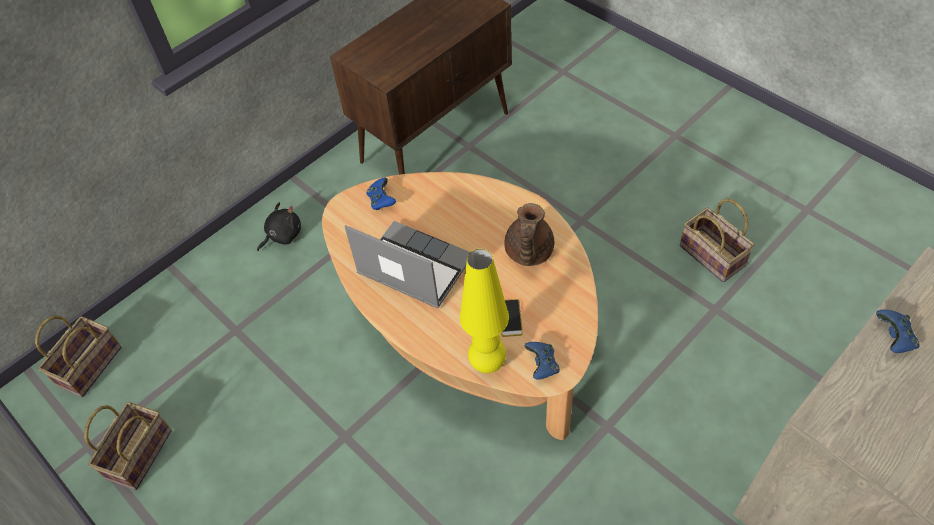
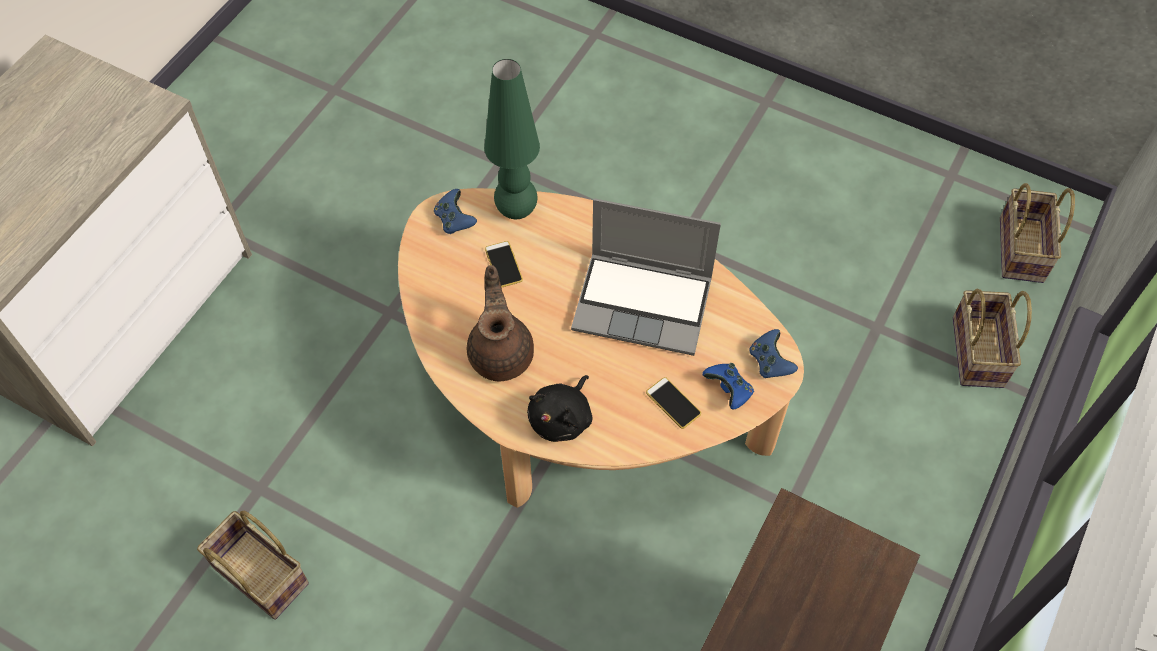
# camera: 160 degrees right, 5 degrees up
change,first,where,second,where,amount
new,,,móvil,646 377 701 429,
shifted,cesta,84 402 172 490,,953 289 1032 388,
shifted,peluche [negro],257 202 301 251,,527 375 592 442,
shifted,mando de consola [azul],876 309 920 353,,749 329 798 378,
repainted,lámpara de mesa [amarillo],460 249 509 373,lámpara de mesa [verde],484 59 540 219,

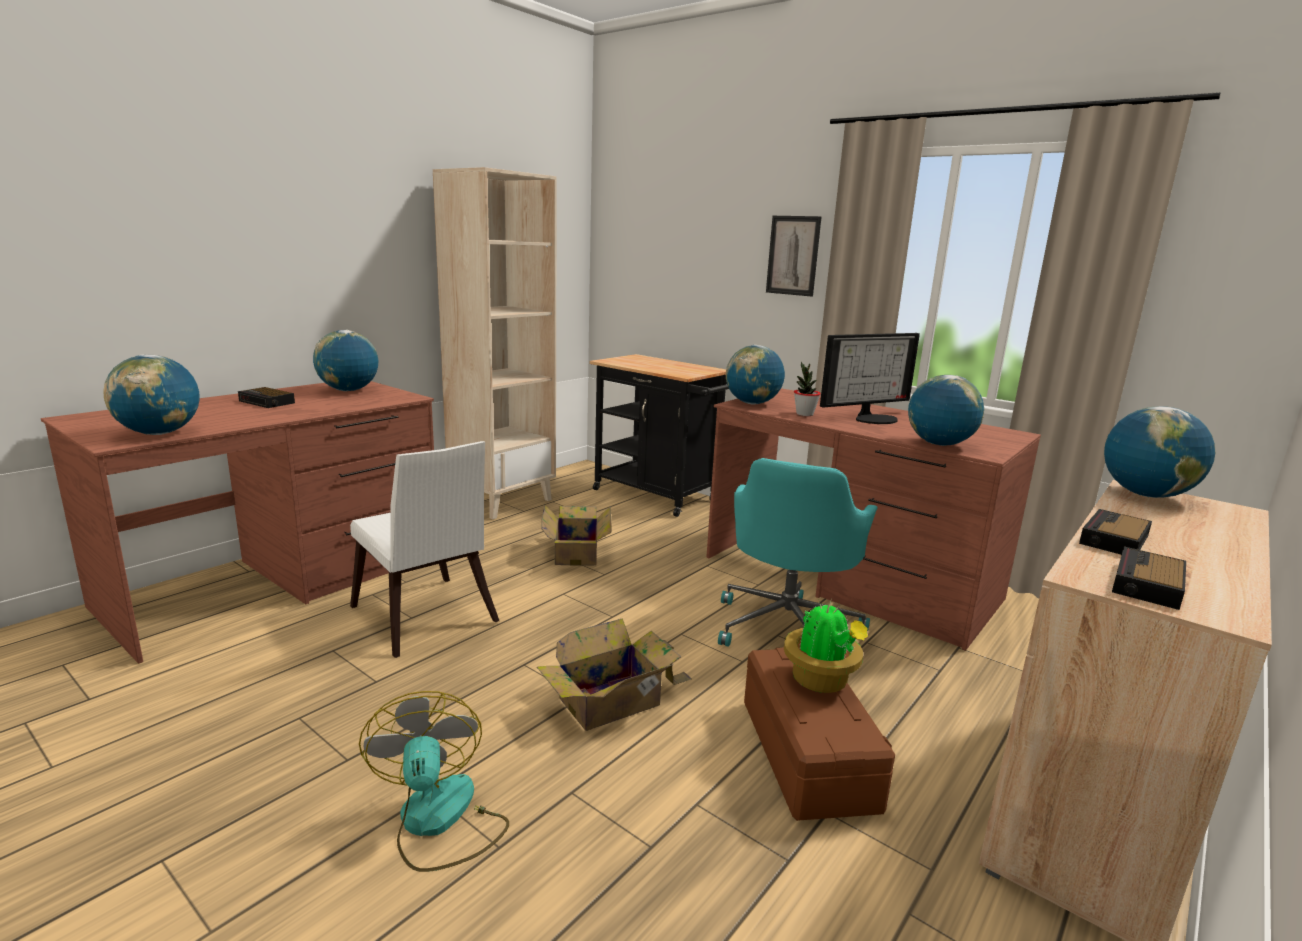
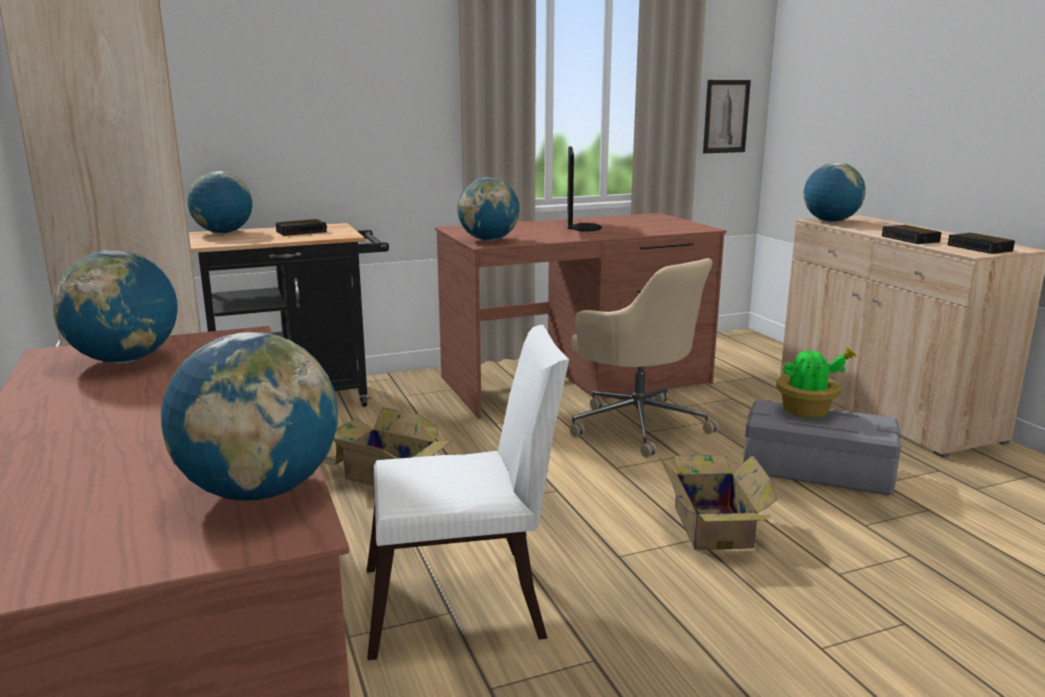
# camera: 60 degrees left, 0 degrees up
change,first,where,second,where,amount
gone,ventilador,359 691 509 872,,,
gone,planta en maceta,794 362 821 416,,,
shifted,despertador,238 387 295 408,,276 219 327 236,
shifted,cuadro,766 216 822 297,,703 80 751 153,
shifted,globo terráqueo,908 375 984 446,,187 171 253 234,
repainted,silla de oficina [turquesa],718 458 877 647,silla de oficina [beis],570 258 718 457,
repainted,caja de almacenaje [marrón],744 648 895 821,caja de almacenaje [gris],743 400 901 495,

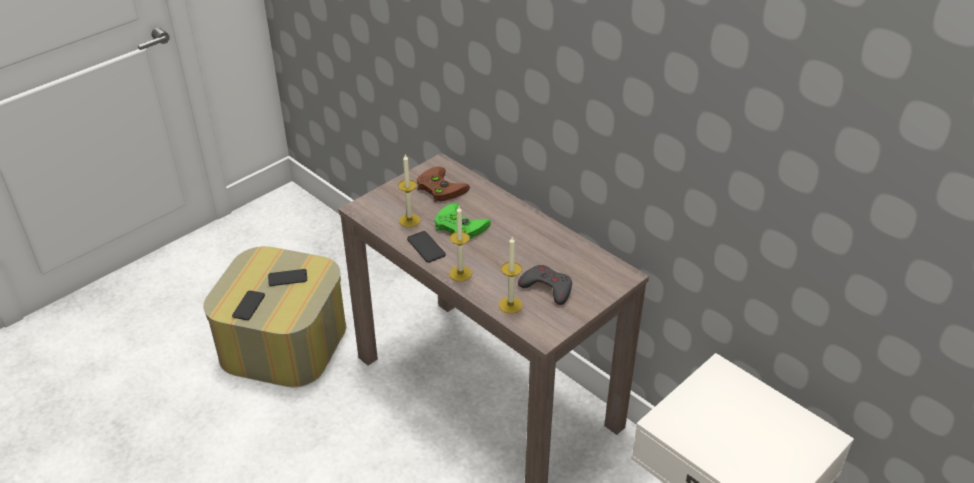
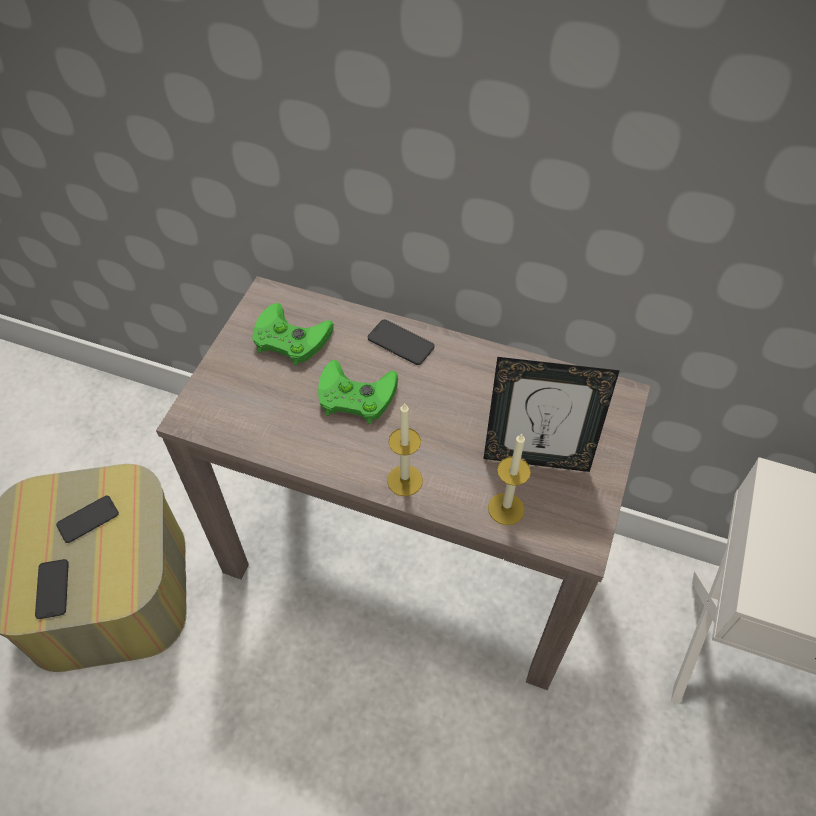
# camera: 25 degrees left, 15 degrees up
change,first,where,second,where,amount
gone,vela,398 154 420 227,,,
shifted,móvil,407 231 446 263,,368 319 434 365,
swapped,mando de consola [gris],518 265 572 305,portarretratos,483 357 620 472,
repainted,mando de consola [marrón],416 167 470 202,mando de consola [verde],252 303 333 366,

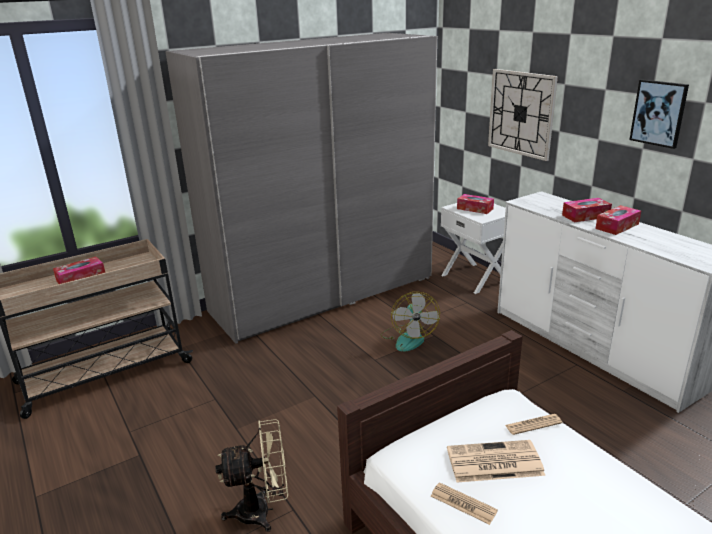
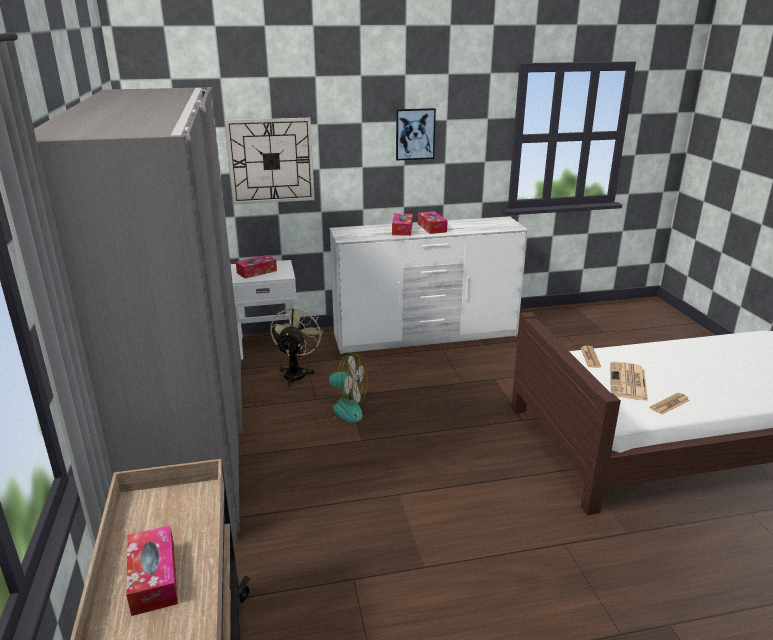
# camera: 70 degrees left, 0 degrees up
change,first,where,second,where,amount
shifted,ventilador [beis],215 419 288 532,,270 305 323 387,

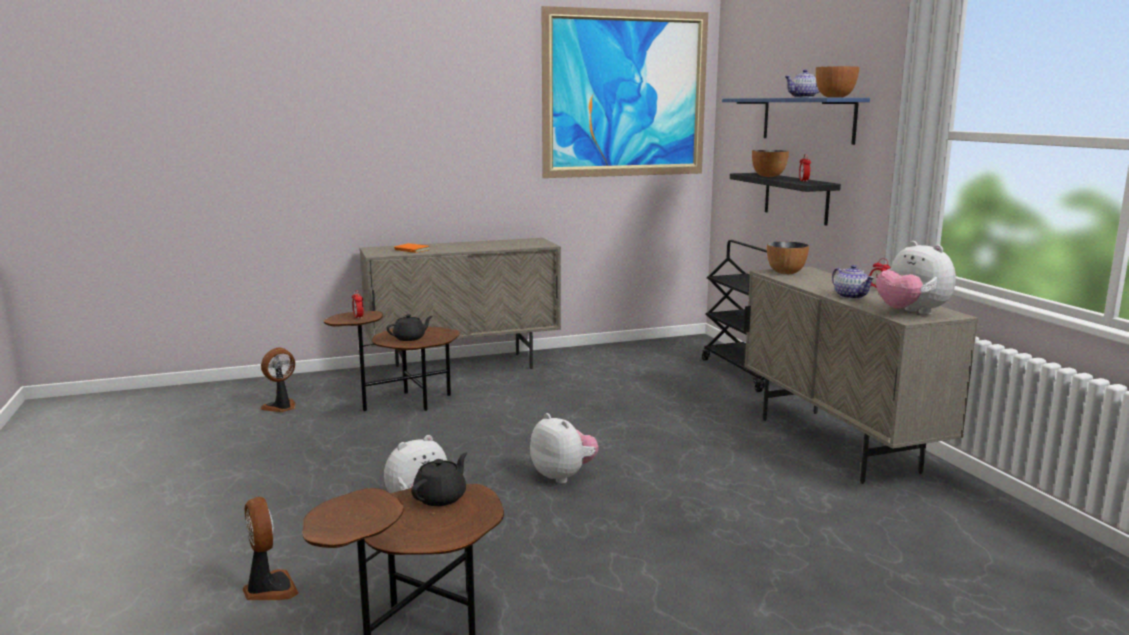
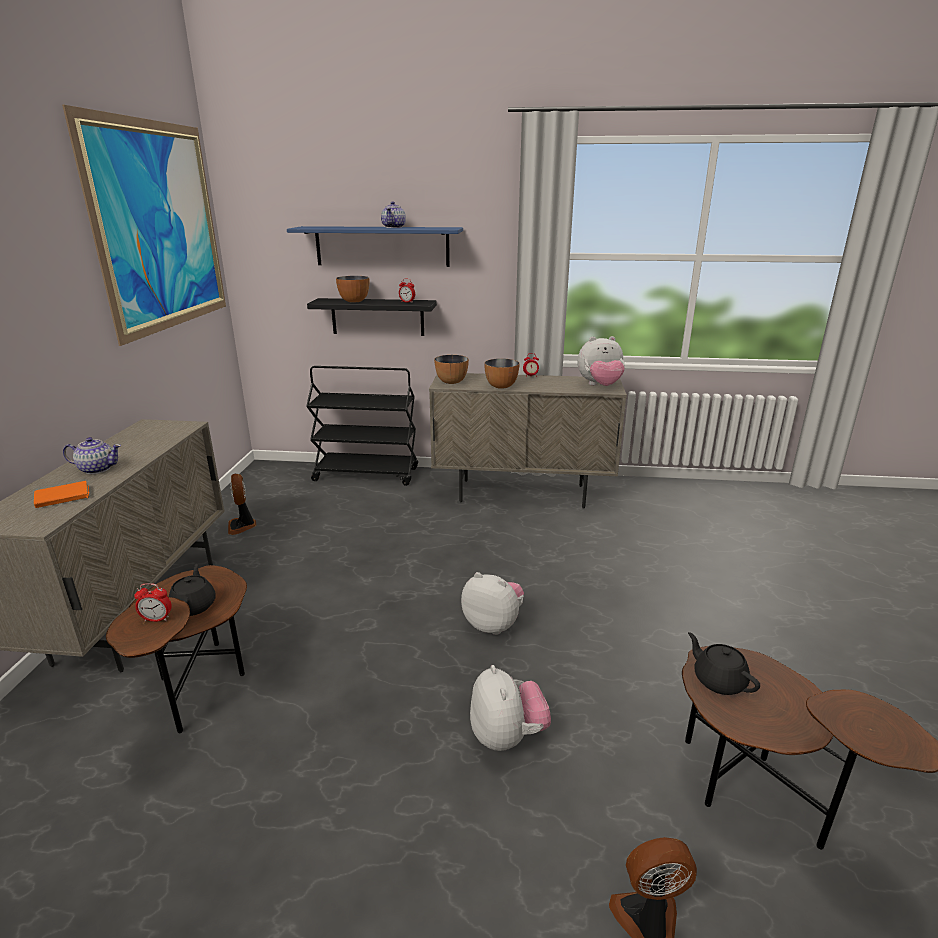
# camera: 65 degrees left, 10 degrees up
change,first,where,second,where,amount
shifted,ventilador,260 348 295 412,,228 474 256 535,
shifted,cuenco,816 66 859 97,,484 359 519 389,
shifted,tetera,832 265 875 299,,63 437 121 474,
rotated,peluche,530 413 599 484,,461 572 524 635,45 degrees clockwise

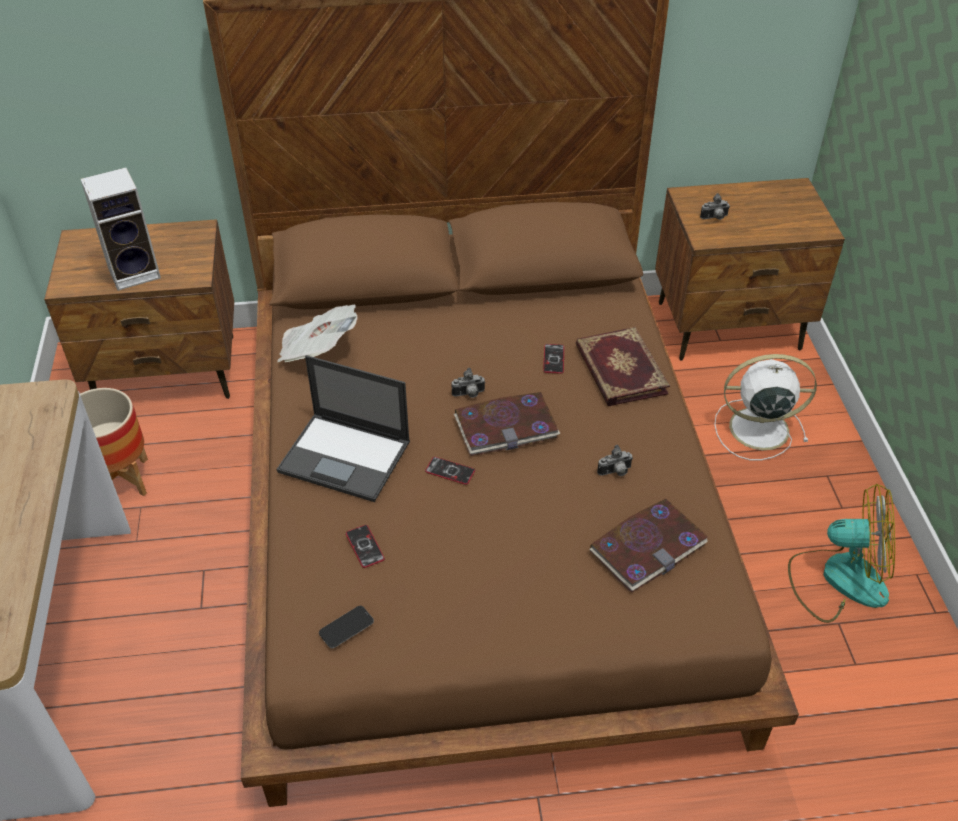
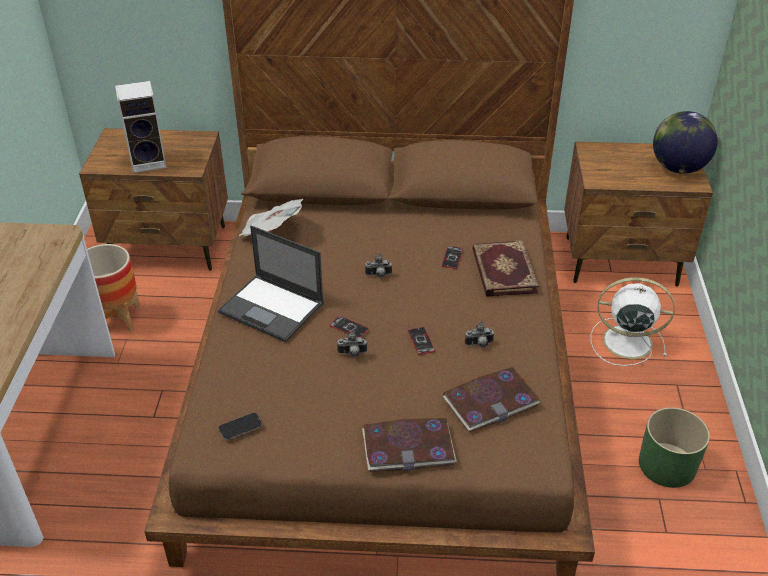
# camera: 10 degrees right, 5 degrees down
change,first,where,second,where,amount
new,,,globo terráqueo,653 111 718 174,
shifted,móvil,346 525 385 568,,408 327 435 355,
shifted,libro,454 392 561 456,,362 418 457 472,
shifted,cámara,700 193 730 220,,337 330 367 357,
swapped,ventilador,788 484 895 623,maceta [verde],639 407 710 488,

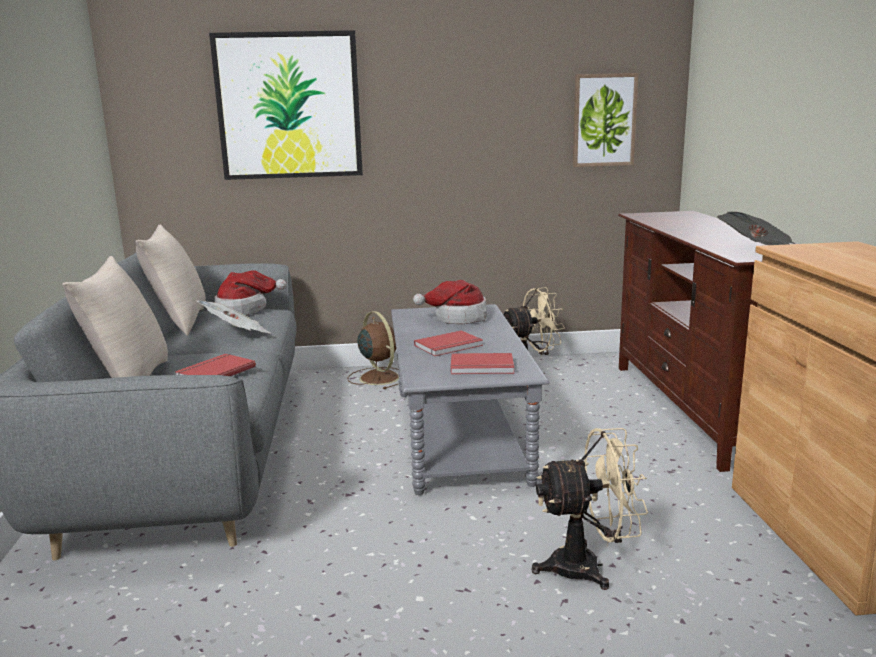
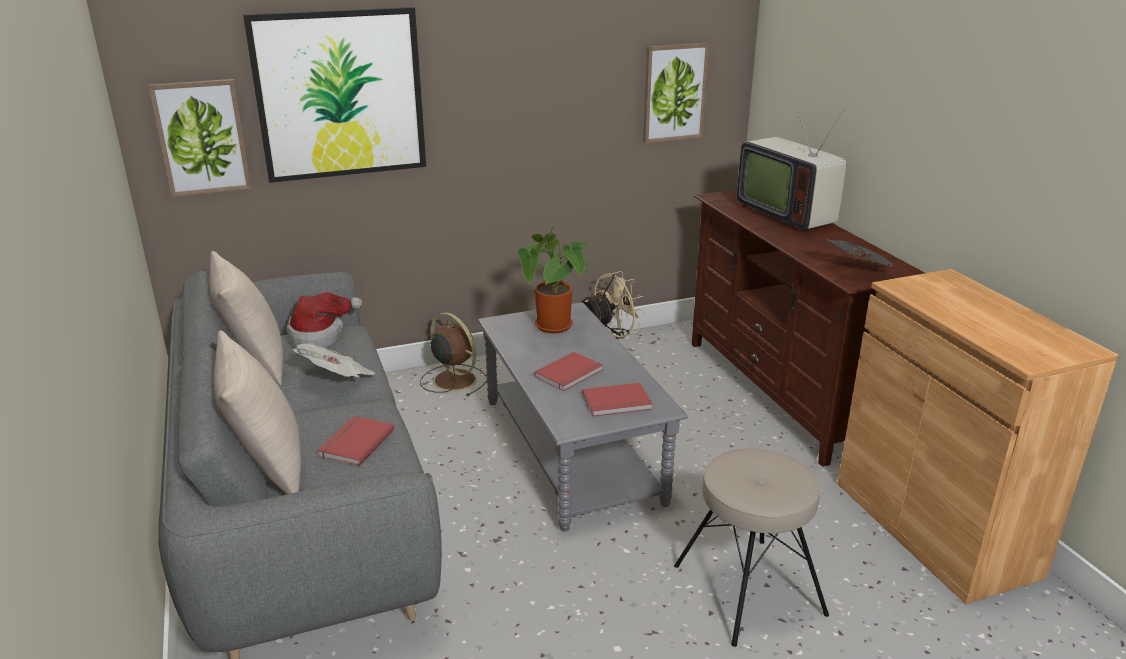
# camera: 15 degrees left, 10 degrees up
change,first,where,second,where,amount
new,,,cuadro,149 79 252 197,
new,,,televisor,737 100 847 233,
swapped,sombrero,413 280 487 324,planta en maceta,518 227 590 333,
swapped,ventilador [beis],532 428 648 590,taburete [beis],674 448 829 647,

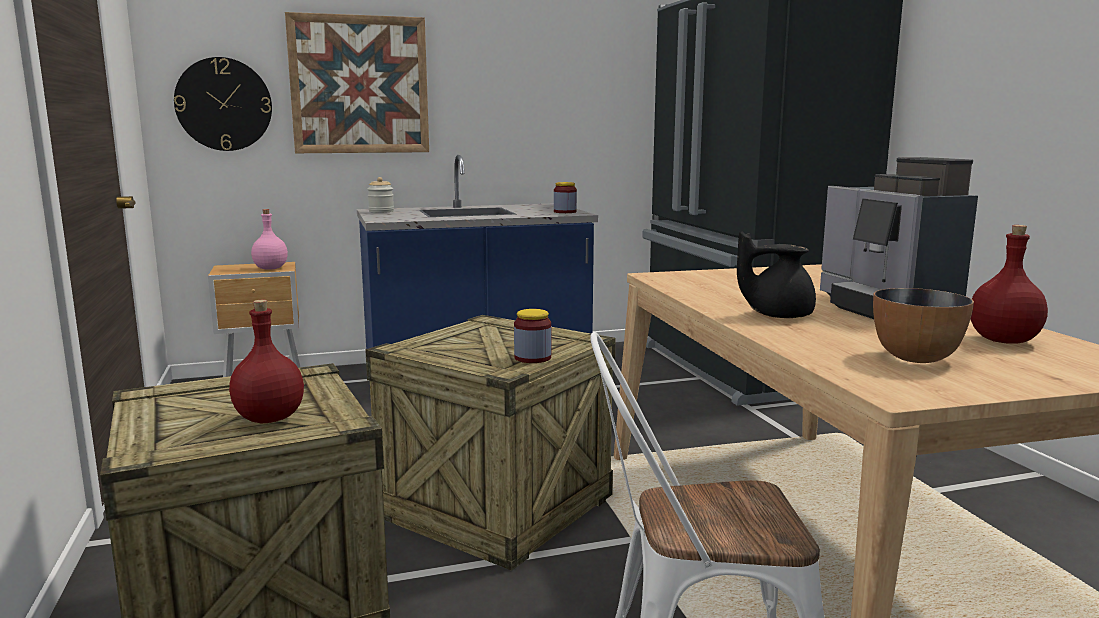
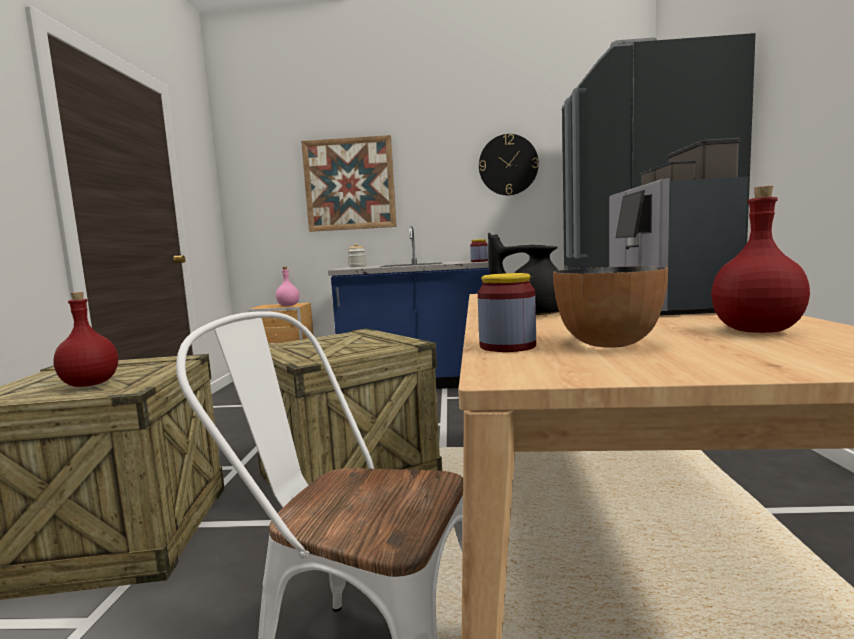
# camera: 20 degrees right, 5 degrees down
change,first,where,second,where,amount
shifted,reloj de pared,174 57 272 151,,479 134 539 195,
shifted,tarro,514 309 551 363,,478 273 536 352,

